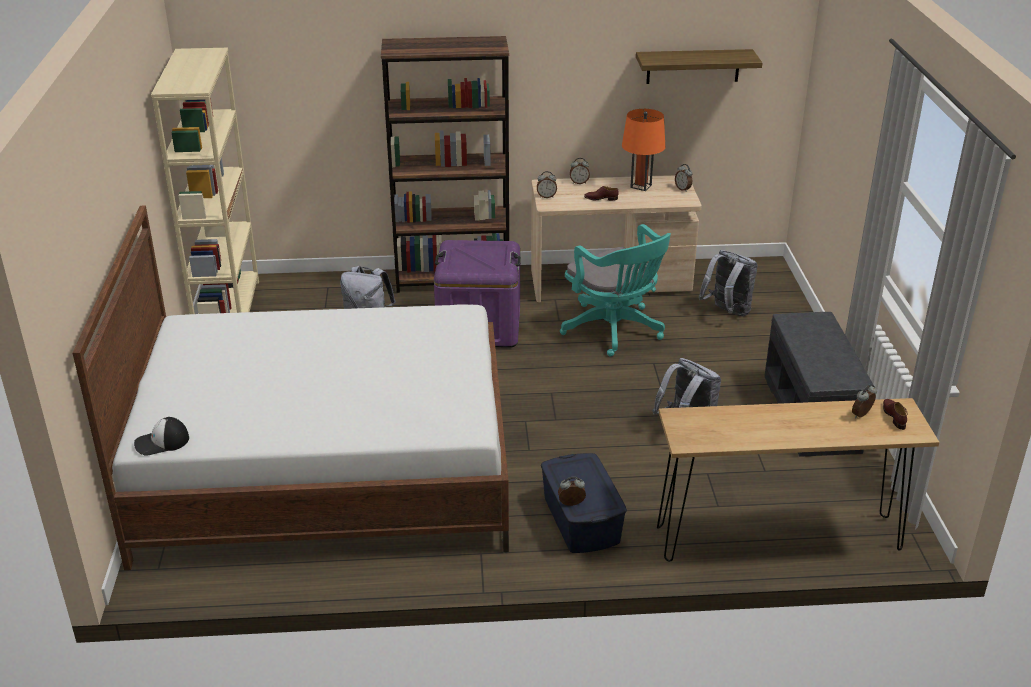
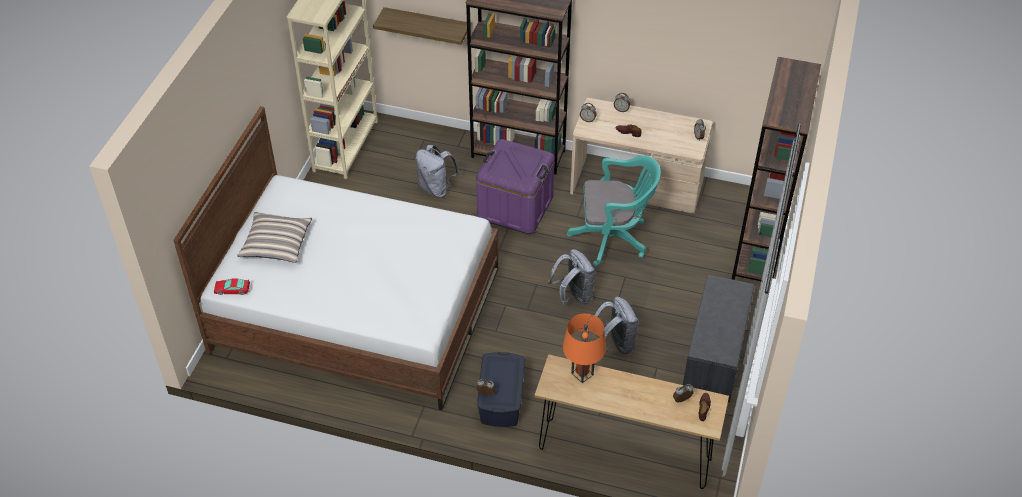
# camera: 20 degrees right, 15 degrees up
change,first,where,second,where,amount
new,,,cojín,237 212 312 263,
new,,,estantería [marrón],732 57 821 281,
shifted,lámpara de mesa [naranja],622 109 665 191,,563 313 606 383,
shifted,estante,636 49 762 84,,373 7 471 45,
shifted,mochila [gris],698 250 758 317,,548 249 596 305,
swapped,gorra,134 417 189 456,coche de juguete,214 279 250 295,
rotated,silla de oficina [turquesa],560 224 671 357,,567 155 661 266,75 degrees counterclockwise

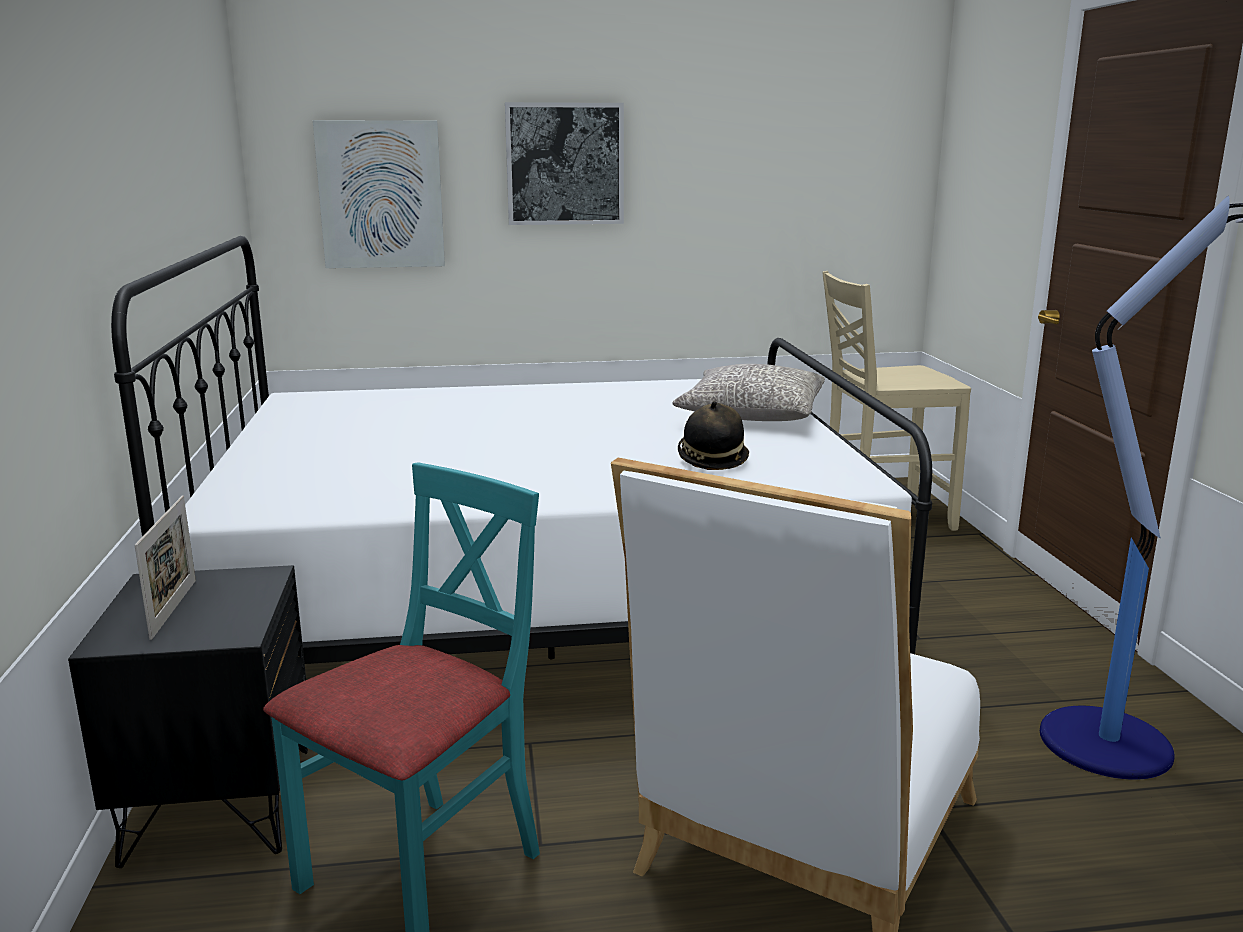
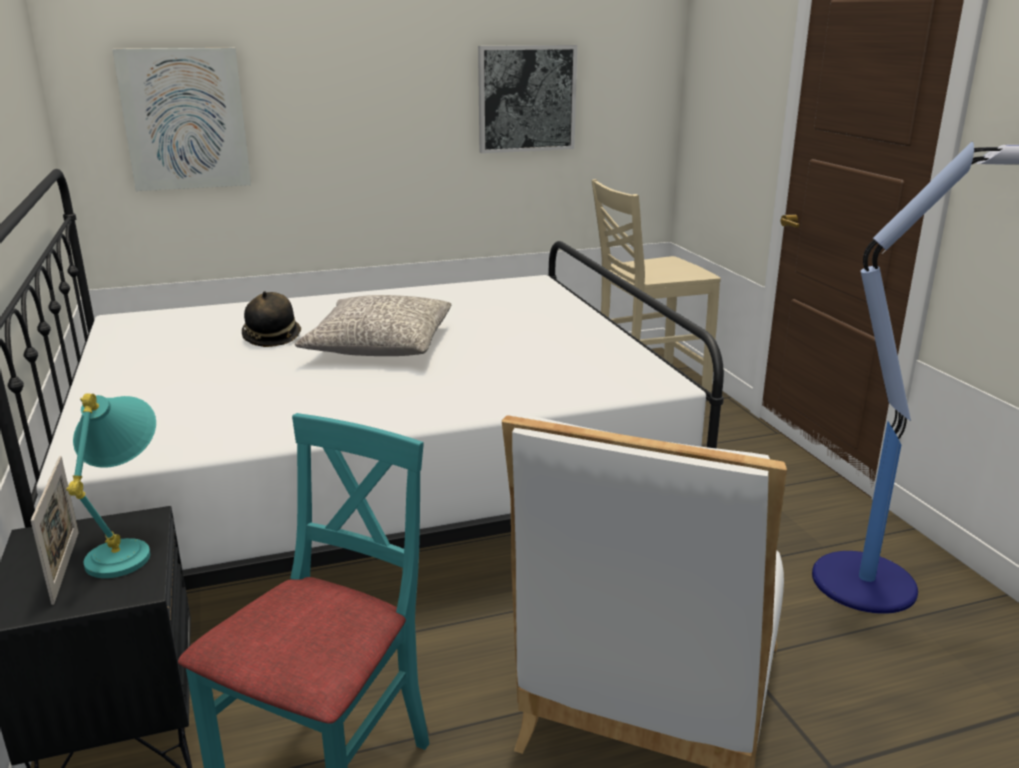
# camera: 10 degrees left, 5 degrees up
change,first,where,second,where,amount
new,,,lámpara de mesa [turquesa],66 394 156 578,
shifted,cuadro,505 102 624 225,,478 45 577 153,
shifted,cojín [gris],673 364 825 421,,295 295 451 356,
shifted,sombrero,678 401 749 470,,242 291 301 347,

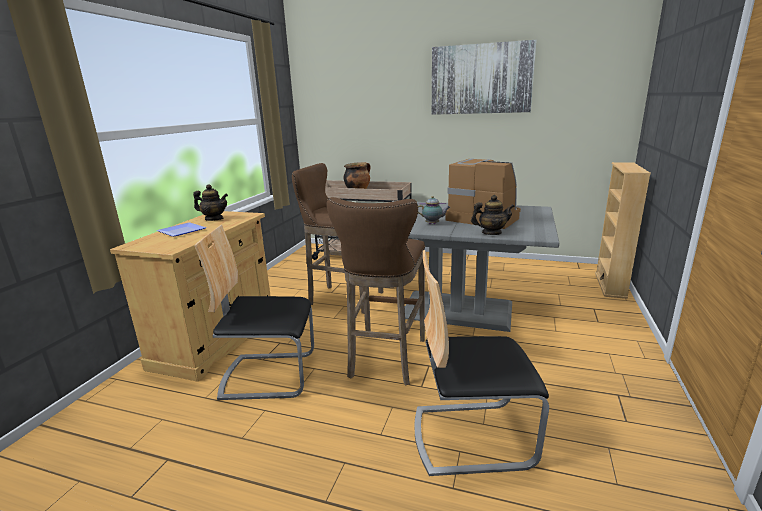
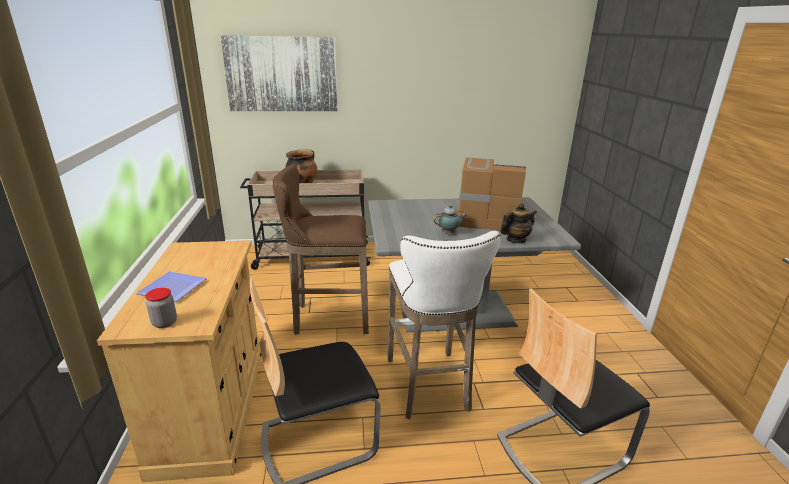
# camera: 25 degrees left, 5 degrees up
change,first,where,second,where,amount
gone,tetera,193 184 228 221,,,
gone,estantería [beis],595 162 651 299,,,
new,,,tarro,145 288 177 328,
shifted,cuadro,432 40 537 115,,221 35 338 111,
repainted,taburete [marrón],327 197 425 385,taburete [blanco],388 231 501 419,

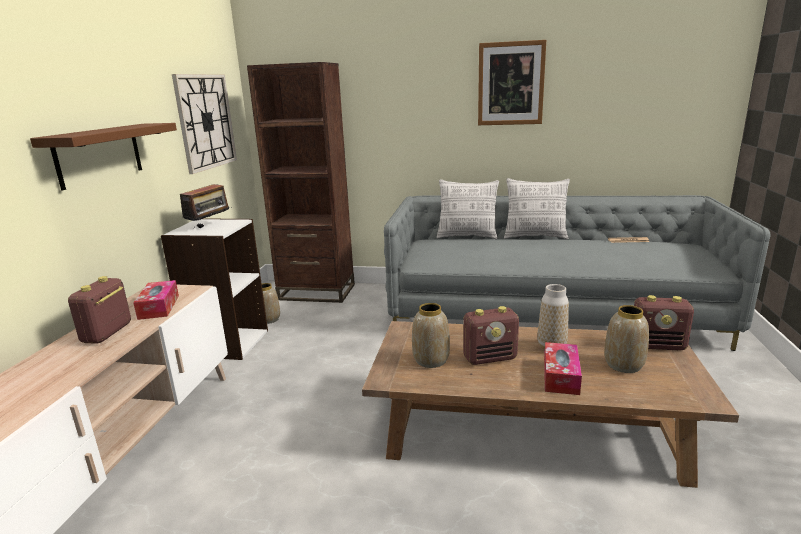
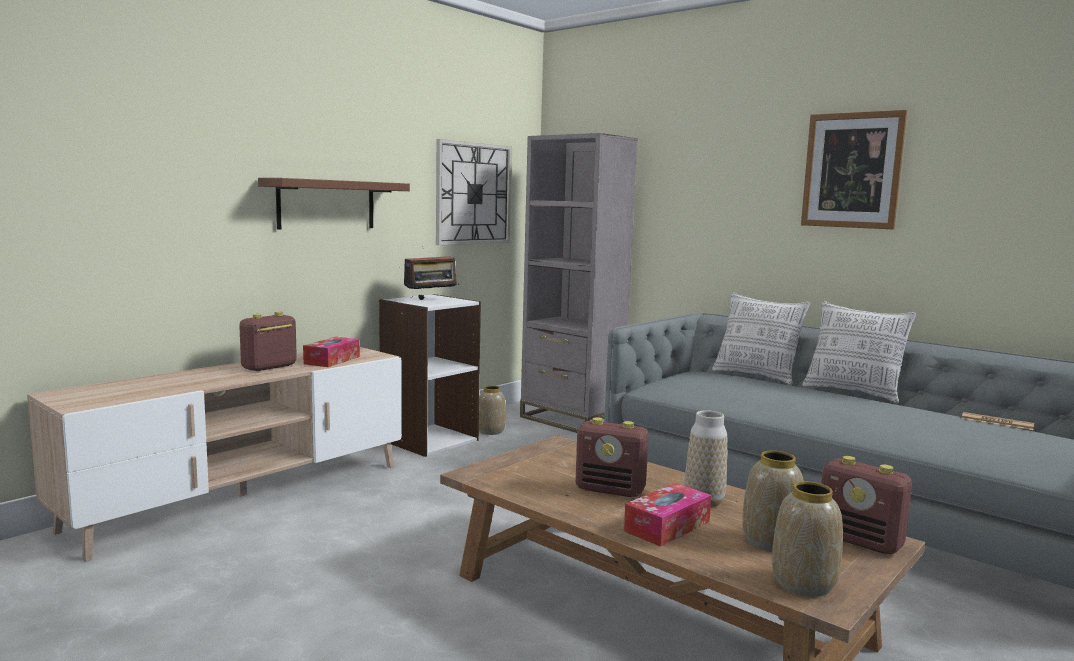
# camera: 30 degrees right, 10 degrees down
change,first,where,second,where,amount
shifted,florero,412 303 450 368,,772 481 843 597,
repainted,estantería [marrón],247 62 355 303,estantería [gris],520 133 638 433,

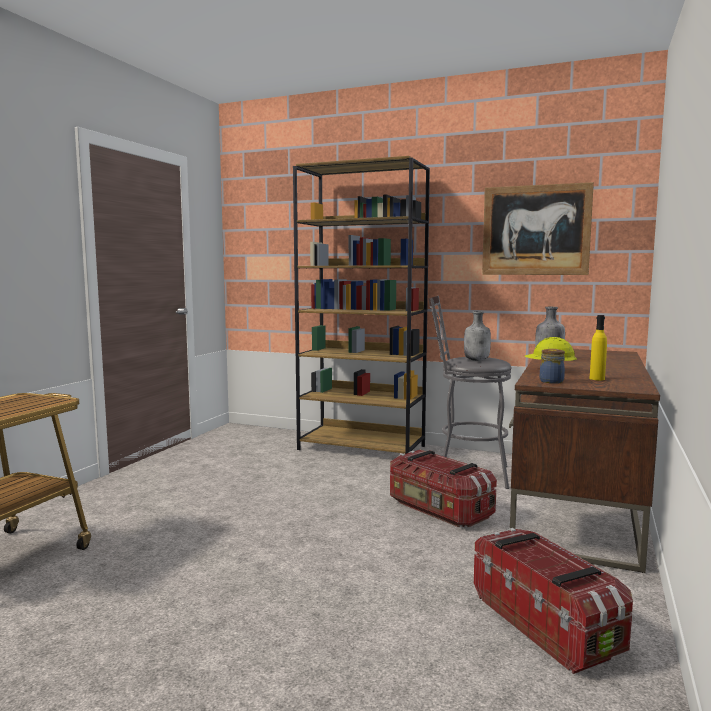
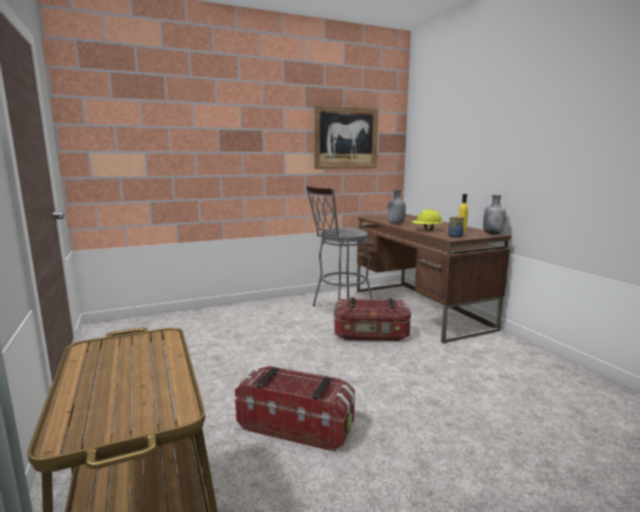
# camera: 45 degrees left, 5 degrees up
change,first,where,second,where,amount
gone,estantería [marrón],293 156 430 454,,,
shifted,botella [gris],464 311 491 361,,483 195 506 234,
shifted,caja de almacenaje,474 528 633 674,,235 366 355 452,

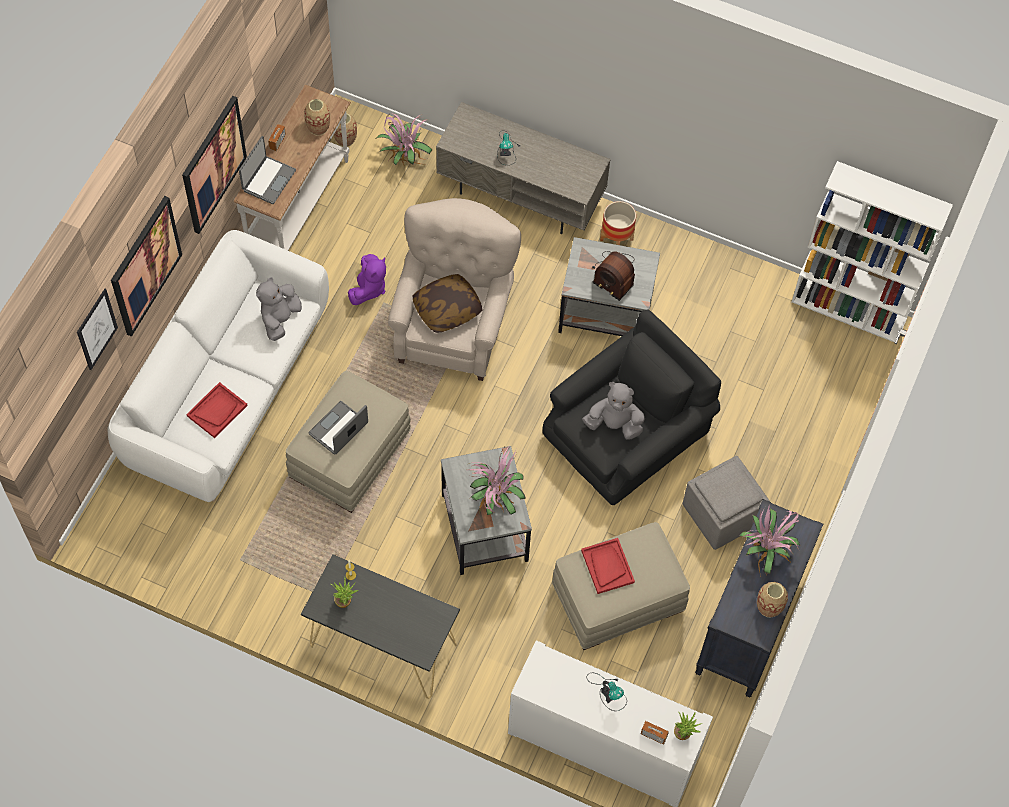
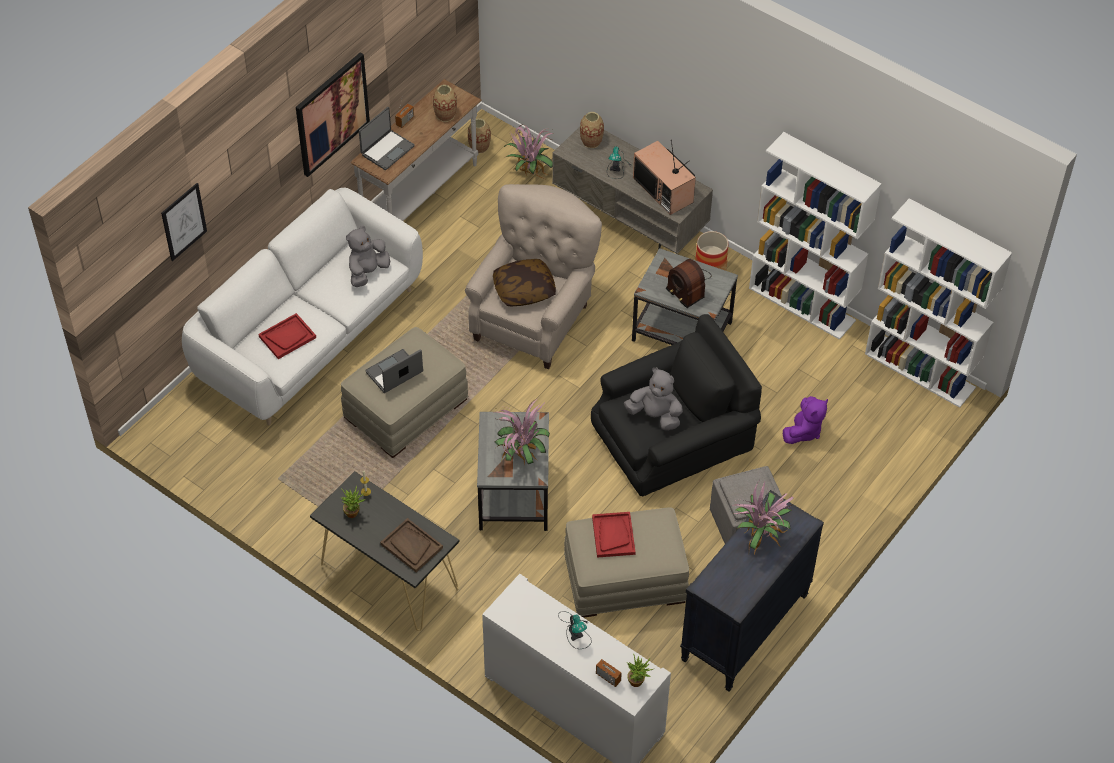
# camera: 15 degrees right, 10 degrees down
change,first,where,second,where,amount
gone,cuadro,111 196 182 337,,,
new,,,bandeja [marrón],380 518 443 572,
new,,,televisor,633 140 696 215,
new,,,estantería [blanco],749 132 882 340,
shifted,peluche [morado],348 254 386 305,,783 396 828 444,
shifted,florero,757 582 788 618,,580 112 604 148,

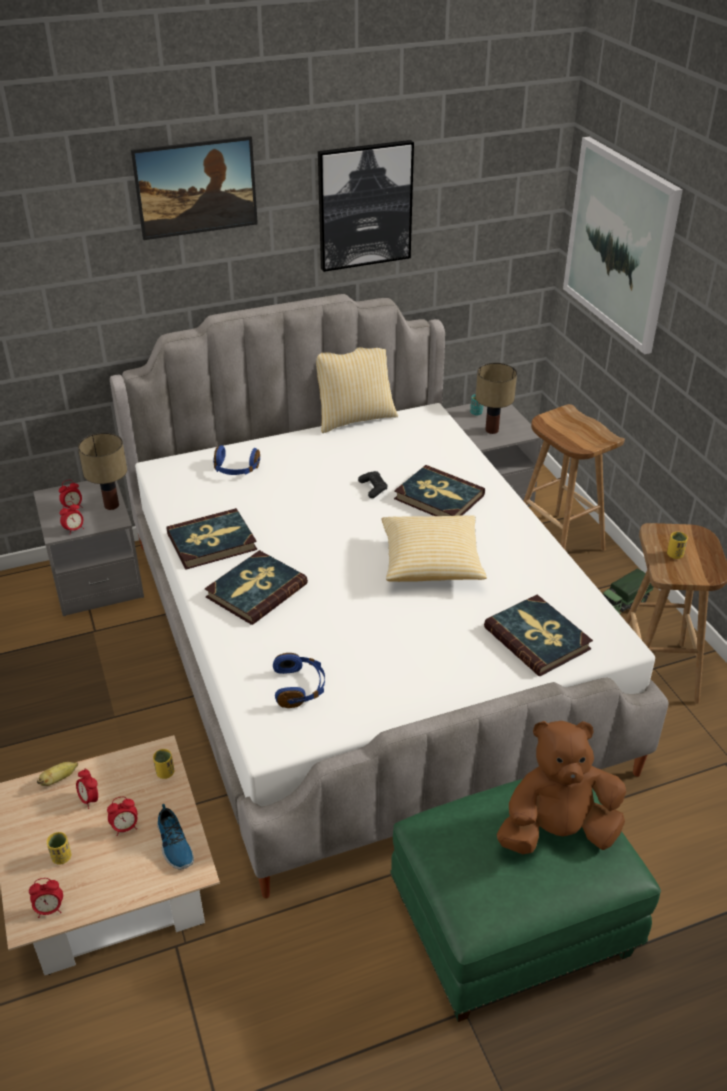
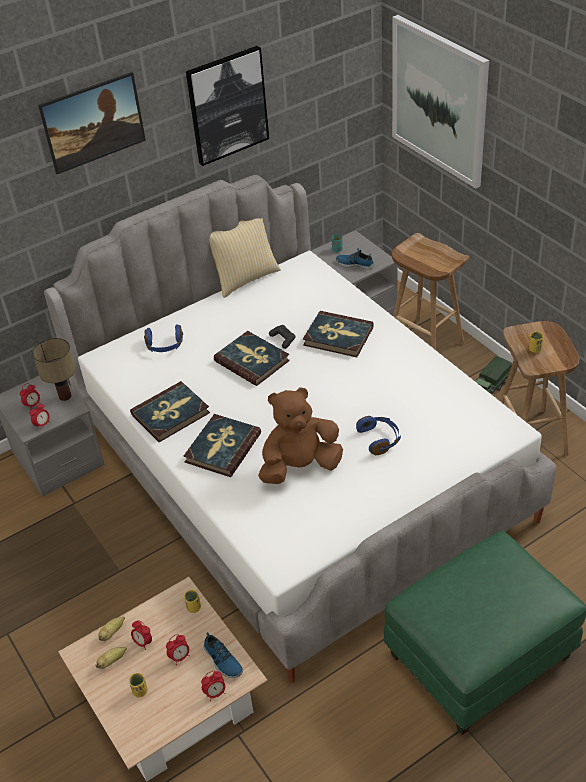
# camera: 10 degrees left, 5 degrees up
change,first,where,second,where,amount
gone,cojín,382 516 487 582,,,
new,,,plátano,96 647 127 669,
shifted,despertador,29 878 63 918,,201 671 225 701,
shifted,auriculares [azul],273 653 325 708,,356 416 401 455,
shifted,libro,484 595 593 676,,214 331 290 386,
shifted,peluche [marrón],497 721 626 854,,258 387 343 484,
swapped,lámpara de mesa,476 363 517 434,zapato,336 248 374 270,

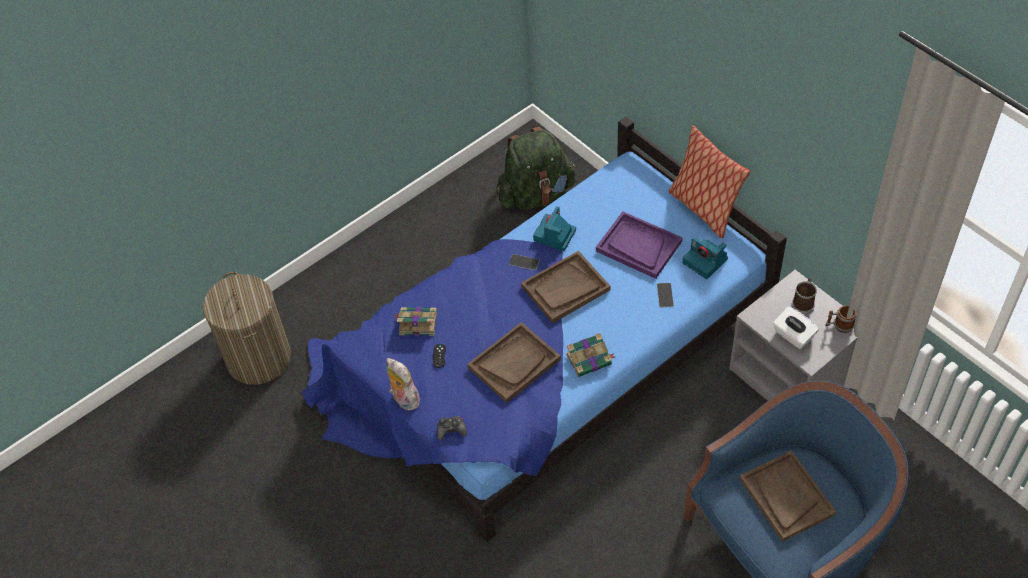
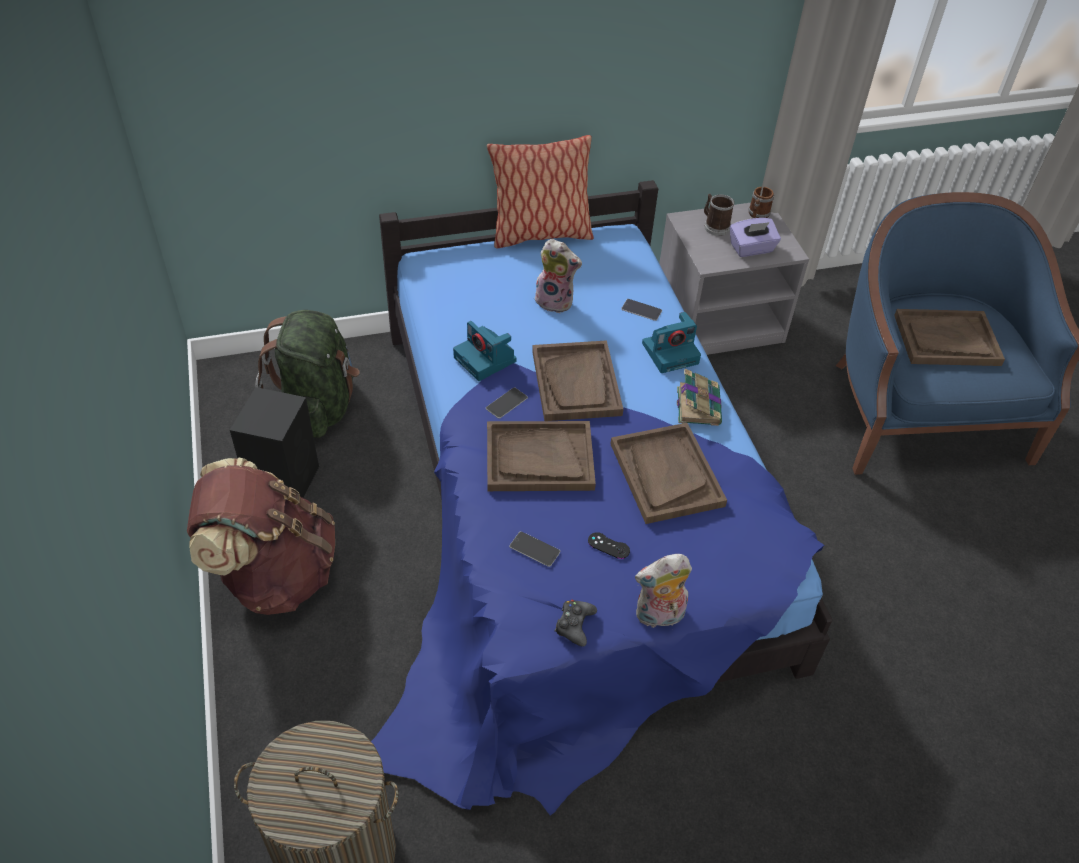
# camera: 70 degrees left, 5 degrees down
change,first,where,second,where,amount
new,,,mochila [marrón],187 458 335 615,
new,,,altavoz [negro],230 387 319 498,
new,,,bandeja [marrón],487 421 596 491,
shifted,mando de consola [negro],437 416 467 440,,555 600 597 647,
shifted,cámara,683 237 728 279,,642 312 701 373,
swapped,libro,394 307 437 336,móvil,509 531 560 567,
swapped,bandeja [morado],596 211 683 279,peluche,535 239 582 313,
repainted,caja de pañuelos [blanco],773 307 819 349,caja de pañuelos [morado],730 218 781 257,

